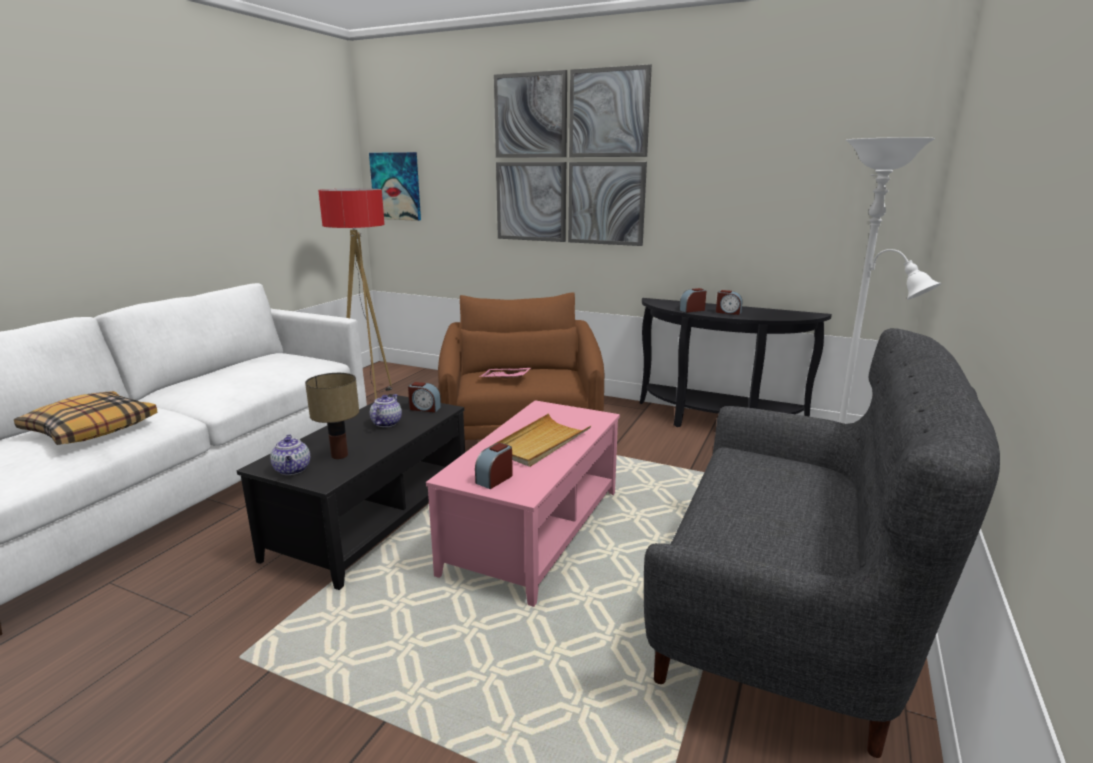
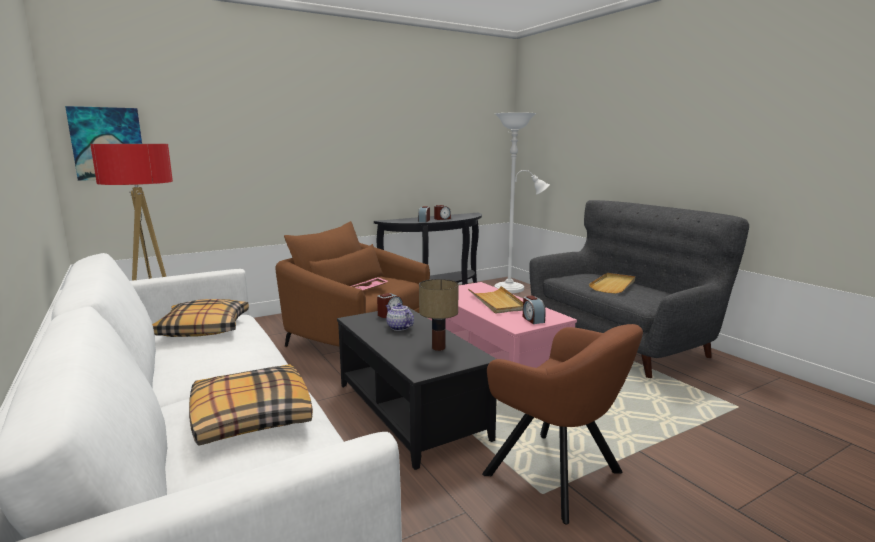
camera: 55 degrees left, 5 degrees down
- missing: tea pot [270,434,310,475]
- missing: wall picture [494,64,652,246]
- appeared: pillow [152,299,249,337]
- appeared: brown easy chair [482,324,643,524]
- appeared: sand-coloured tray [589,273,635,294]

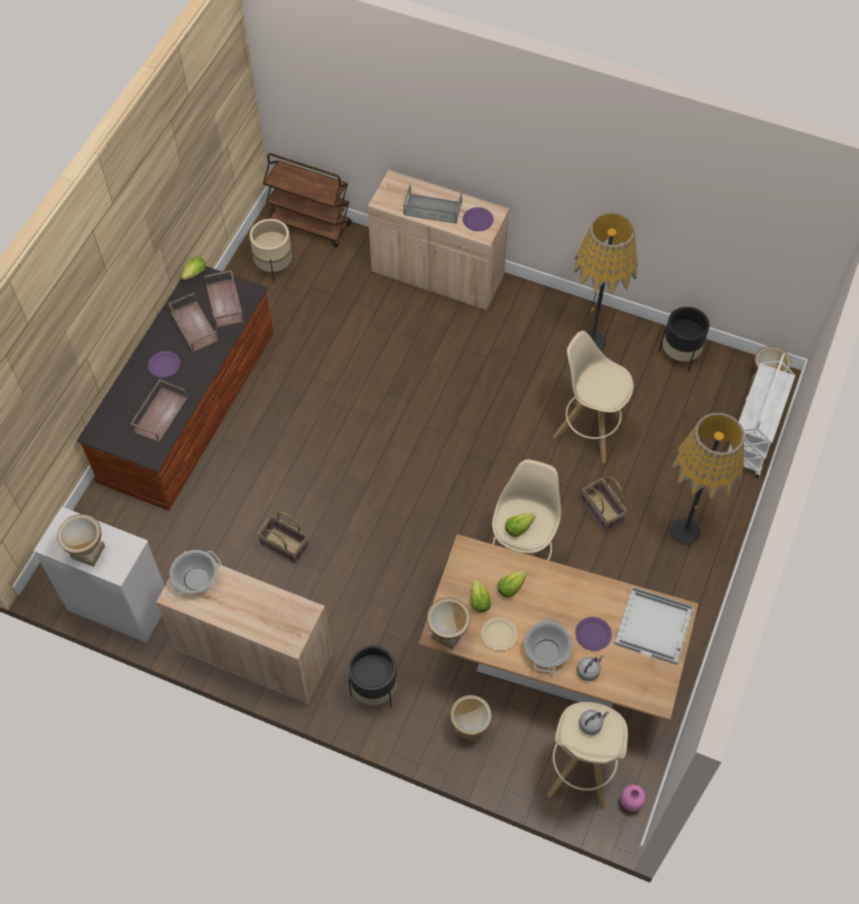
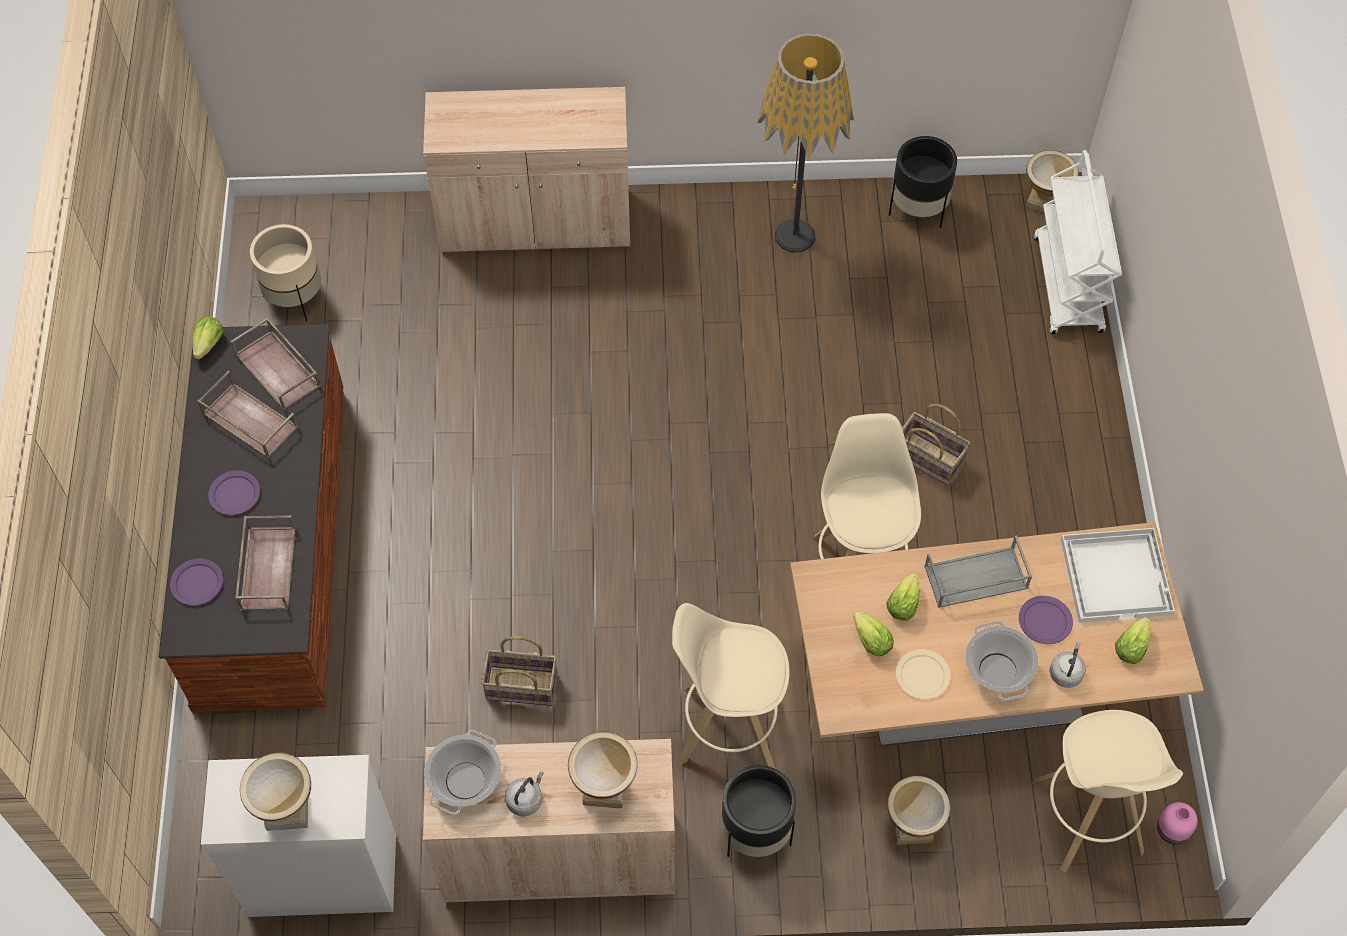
camera: 25 degrees left, 0 degrees up
- missing: brown cart [263,153,352,248]
- relocated: grey tray [403,185,462,224] to [924,535,1032,608]
- relocated: decorative vase [427,598,471,650] to [568,732,638,808]
- relocated: purple flat dish [463,207,494,231] to [170,558,223,606]
- relocated: lettuce head [505,513,536,537] to [1115,617,1151,664]
- relocated: sand-coloured stool seat [553,331,634,463] to [672,603,790,769]
- relocated: grey water kettle [579,710,609,735] to [505,771,544,817]
- missing: standard lamp [670,413,745,545]

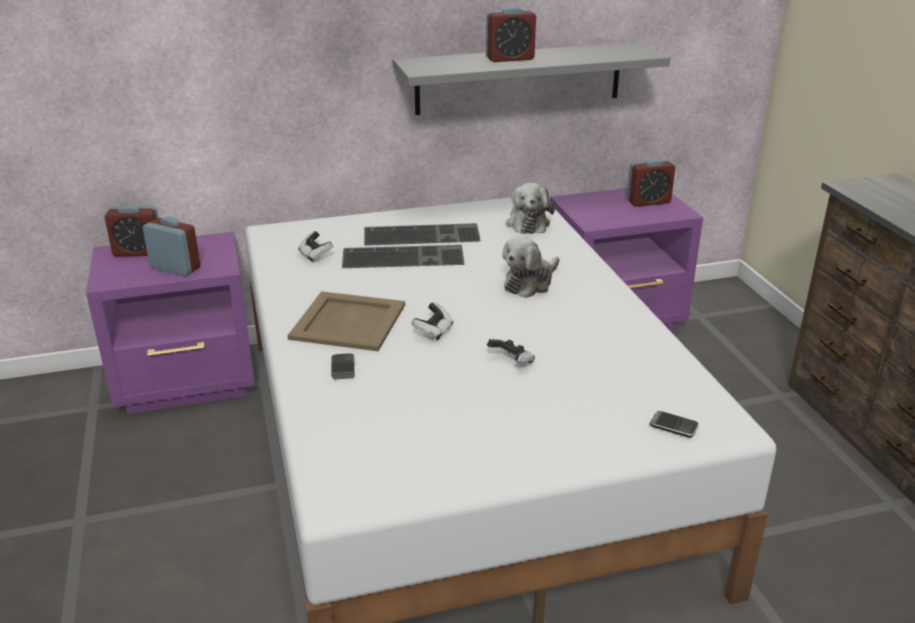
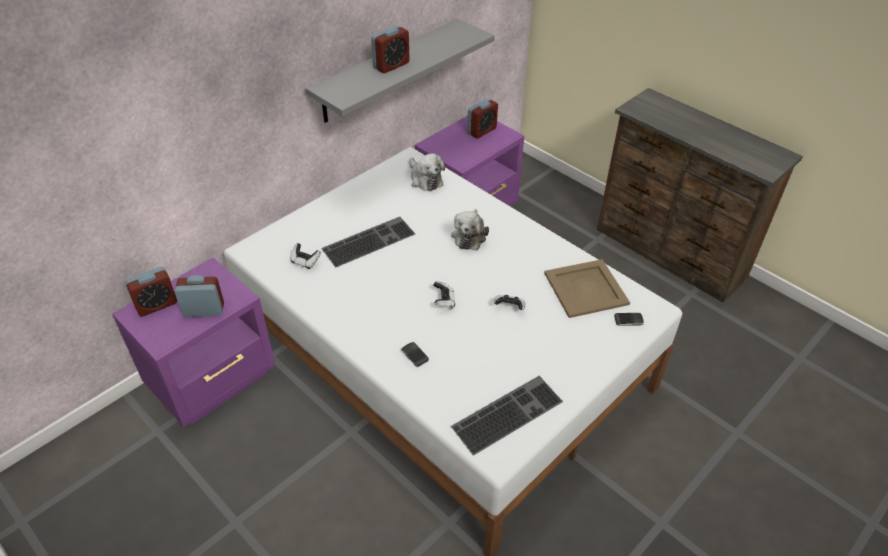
camera: 30 degrees left, 15 degrees up
- relocated: sand-coloured tray [287,291,405,351] to [544,259,630,318]
- relocated: keyboard [364,223,481,246] to [451,376,563,456]

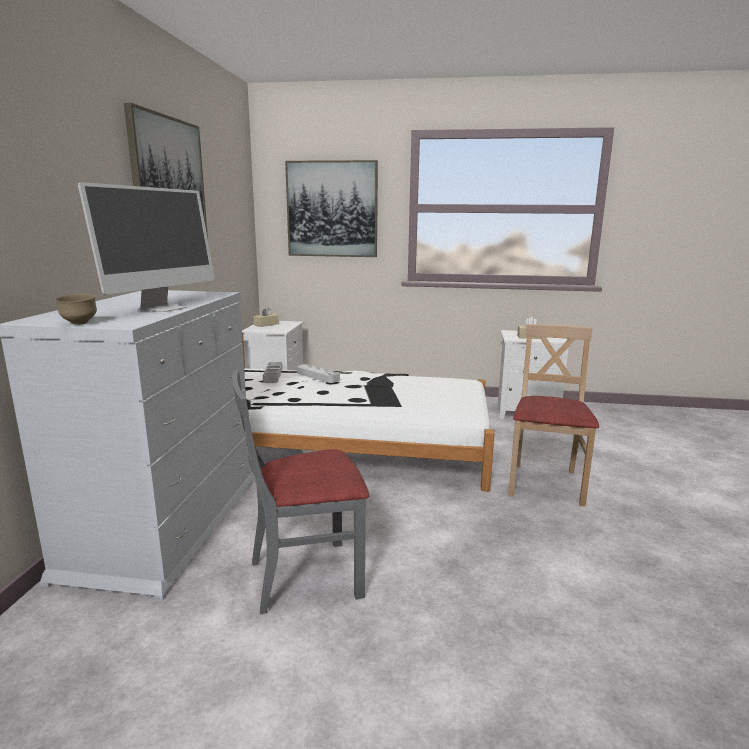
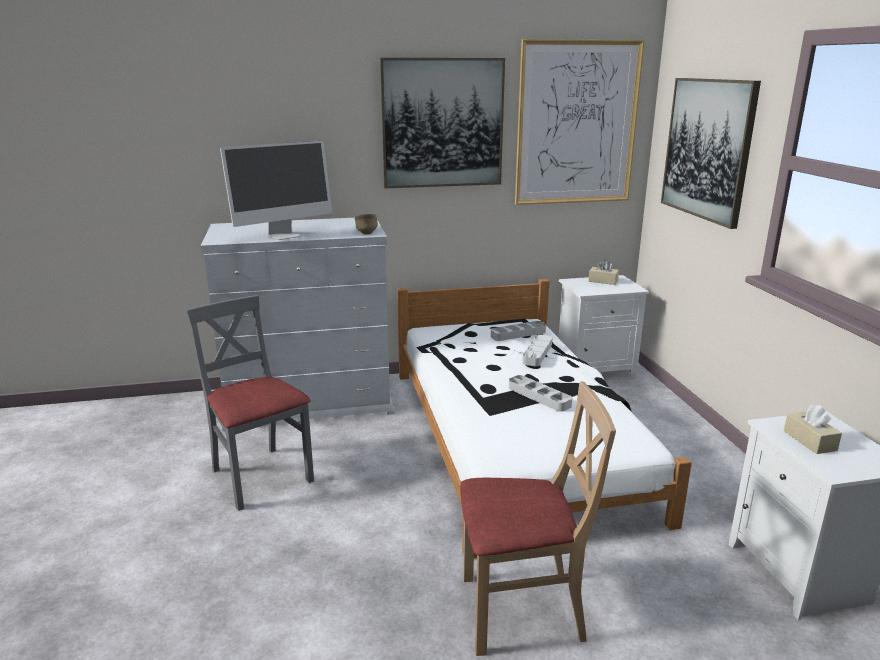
camera: 70 degrees right, 5 degrees up
- relocated: brown bowl [55,294,97,325] to [354,214,378,235]
- spun: computer screen [78,182,215,312] = [220,141,332,240] 45 degrees counterclockwise
- appeared: grey tray [509,375,572,412]
- appeared: wall picture [515,39,645,205]

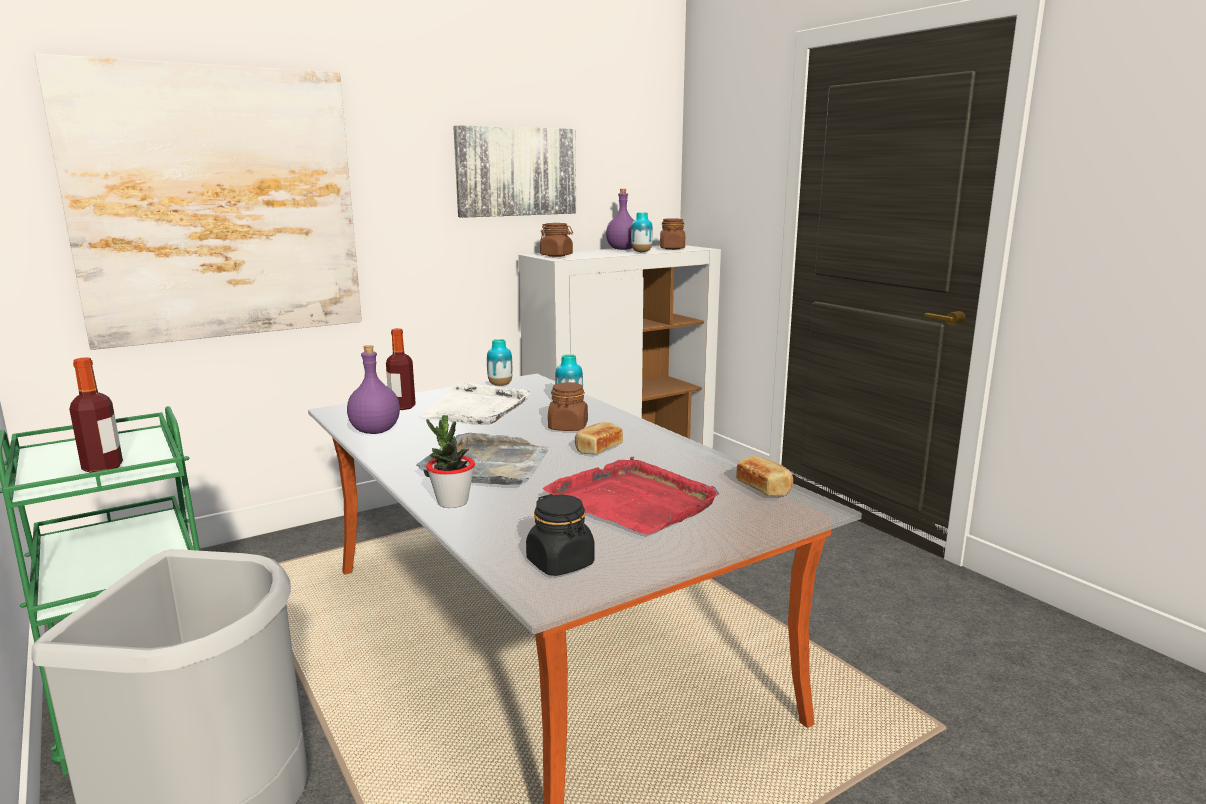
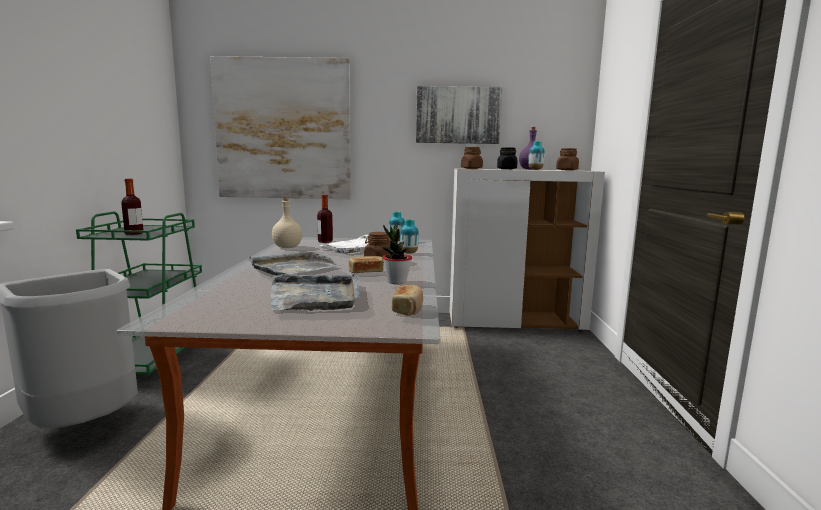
camera: 35 degrees right, 5 degrees down
- colour: purple beverage bottle [347,345,400,434] to sand-coloured beverage bottle [272,197,302,248]
- relocated: potted plant [426,415,475,508] to [382,225,412,284]
- relocated: black-coloured storage jar [526,494,595,576] to [497,147,518,169]
- colour: red-coloured tray [543,457,720,535] to grey tray [271,274,360,311]

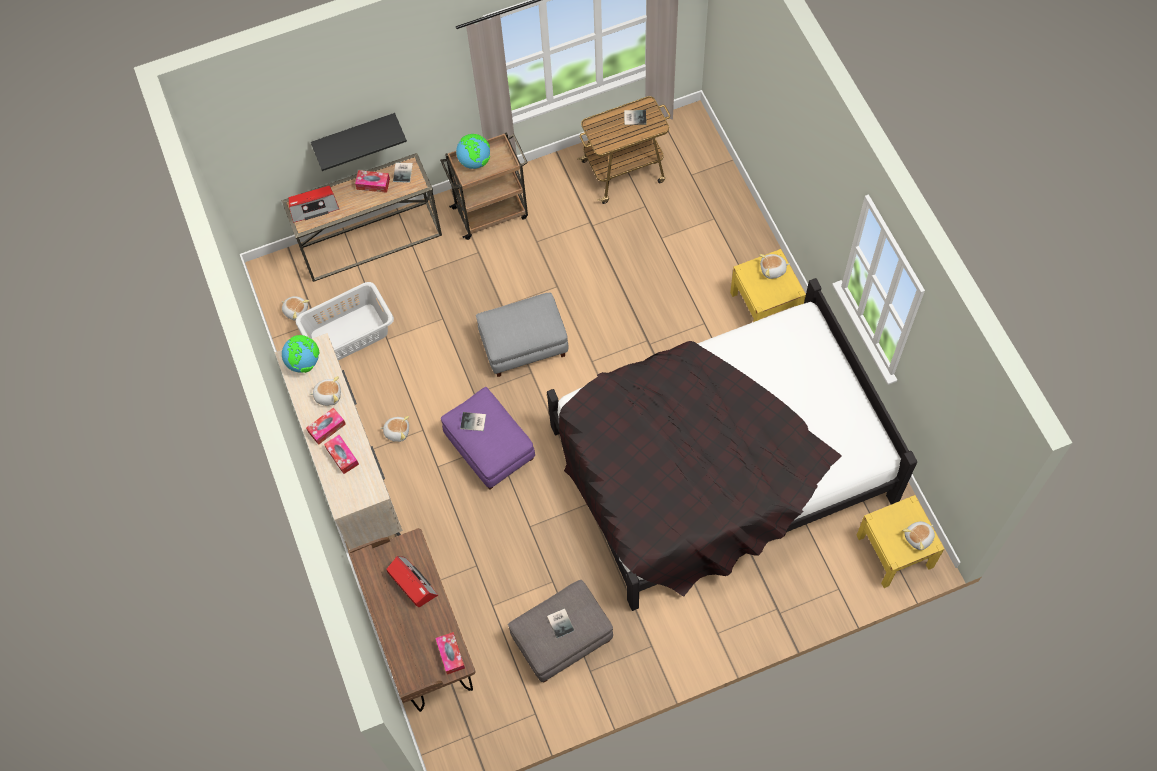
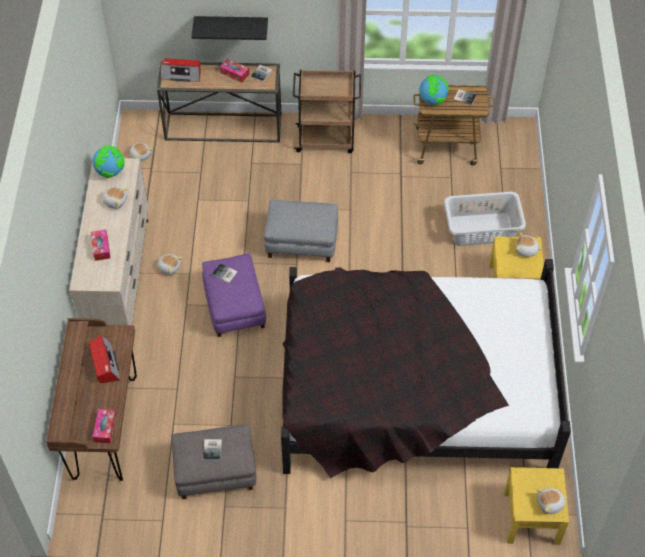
camera: 20 degrees right, 10 degrees down
- relocated: grey hamper [296,282,394,360] to [444,192,526,246]
- missing: tissue holder [306,408,346,445]
- relocated: desk globe [456,134,490,169] to [419,75,449,105]

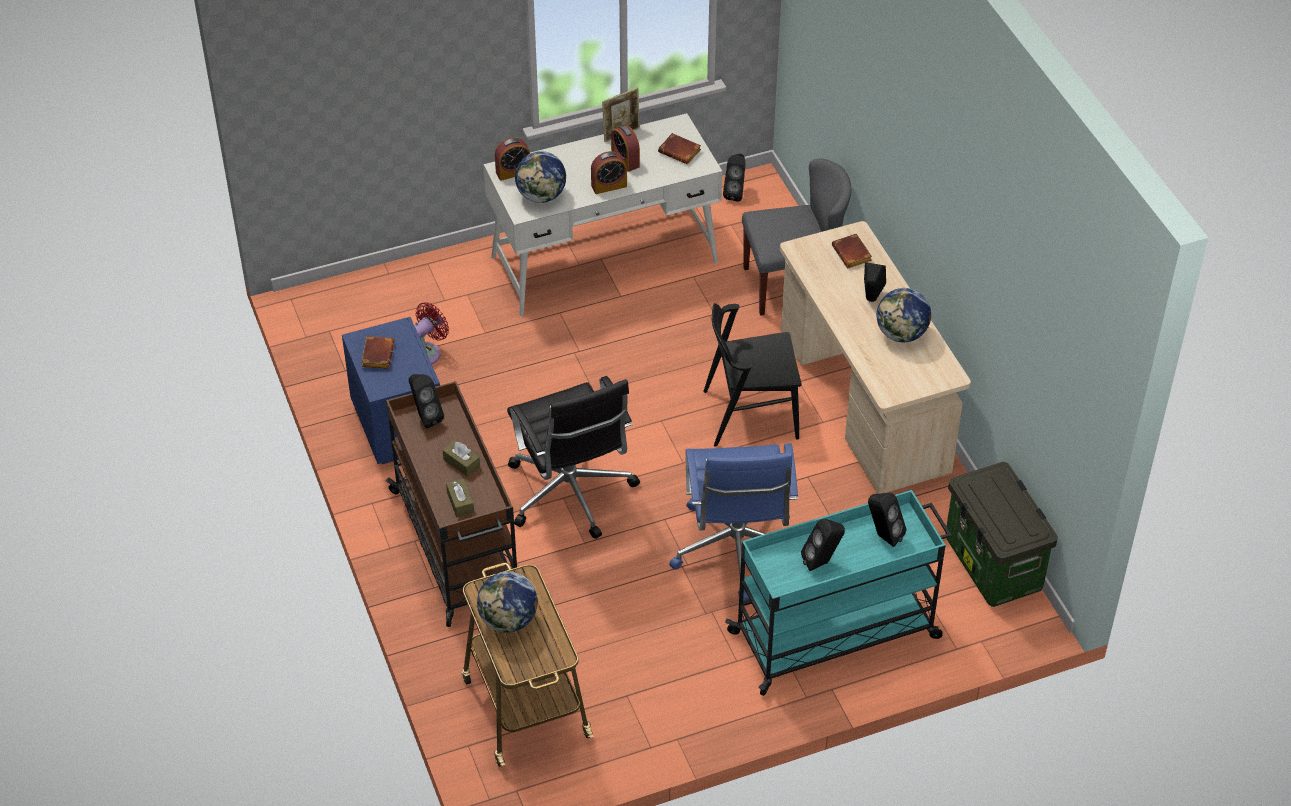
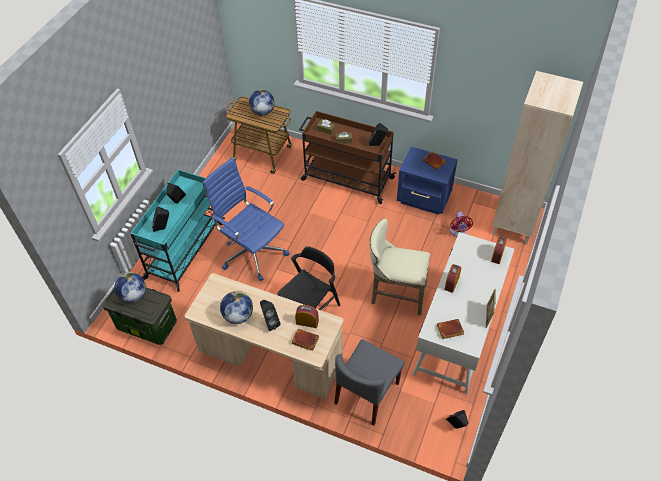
camera: 135 degrees right, 5 degrees up
- missing: black-coloured desk chair [507,376,640,539]
- relocated: desk globe [515,151,566,203] to [114,272,146,303]
- relocated: bedside clock [611,125,640,172] to [295,305,319,328]
- appeared: sand-coloured stool seat [369,218,430,316]
- appeared: sand-coloured bookshelf [492,71,583,244]

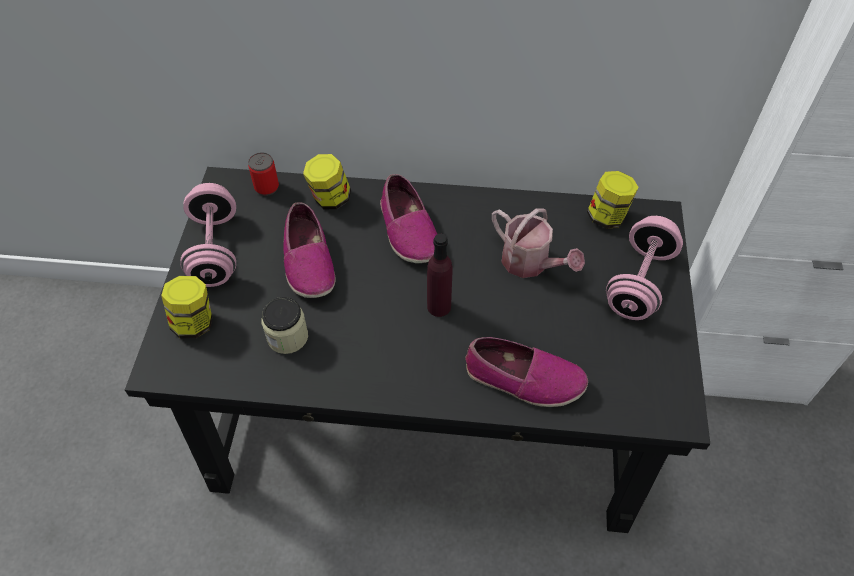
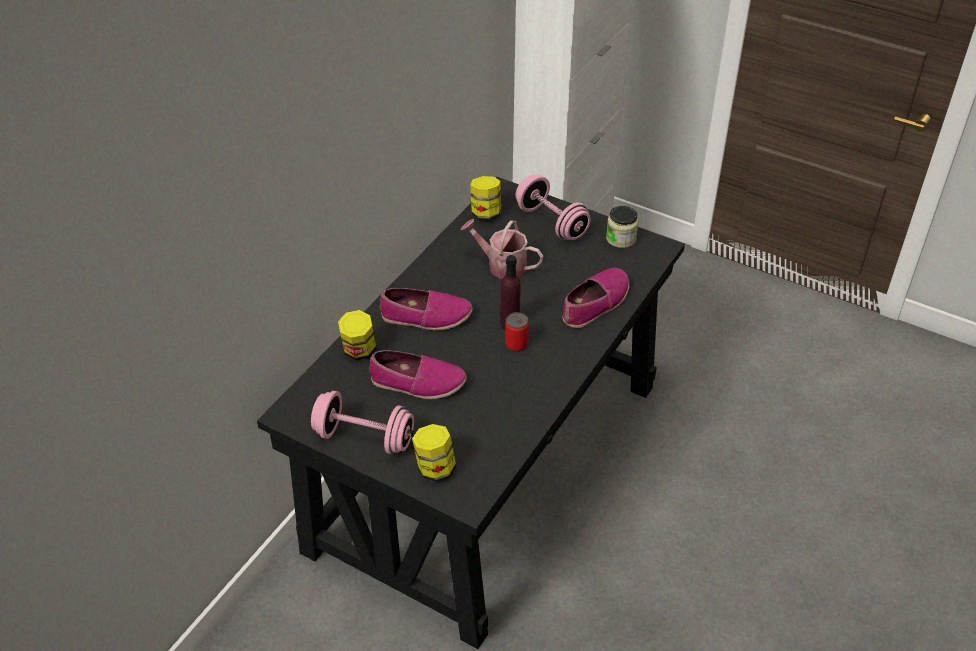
camera: 65 degrees left, 10 degrees down
- relocated: can [248,152,279,196] to [505,312,529,352]
- relocated: storage jar [262,297,308,354] to [606,206,638,248]
- spun: watering can [492,208,585,278] = [461,219,543,279] 135 degrees counterclockwise

